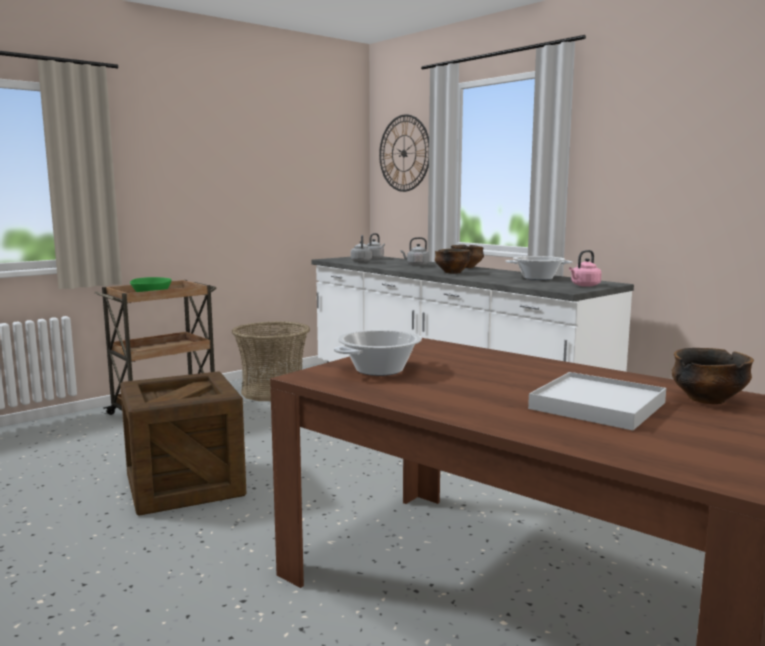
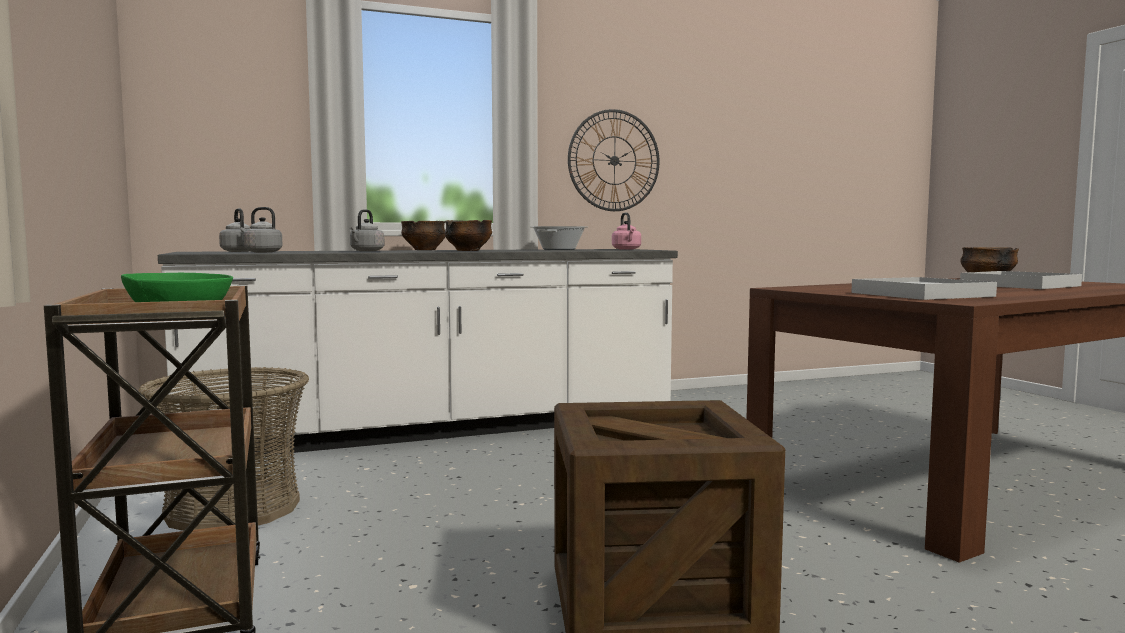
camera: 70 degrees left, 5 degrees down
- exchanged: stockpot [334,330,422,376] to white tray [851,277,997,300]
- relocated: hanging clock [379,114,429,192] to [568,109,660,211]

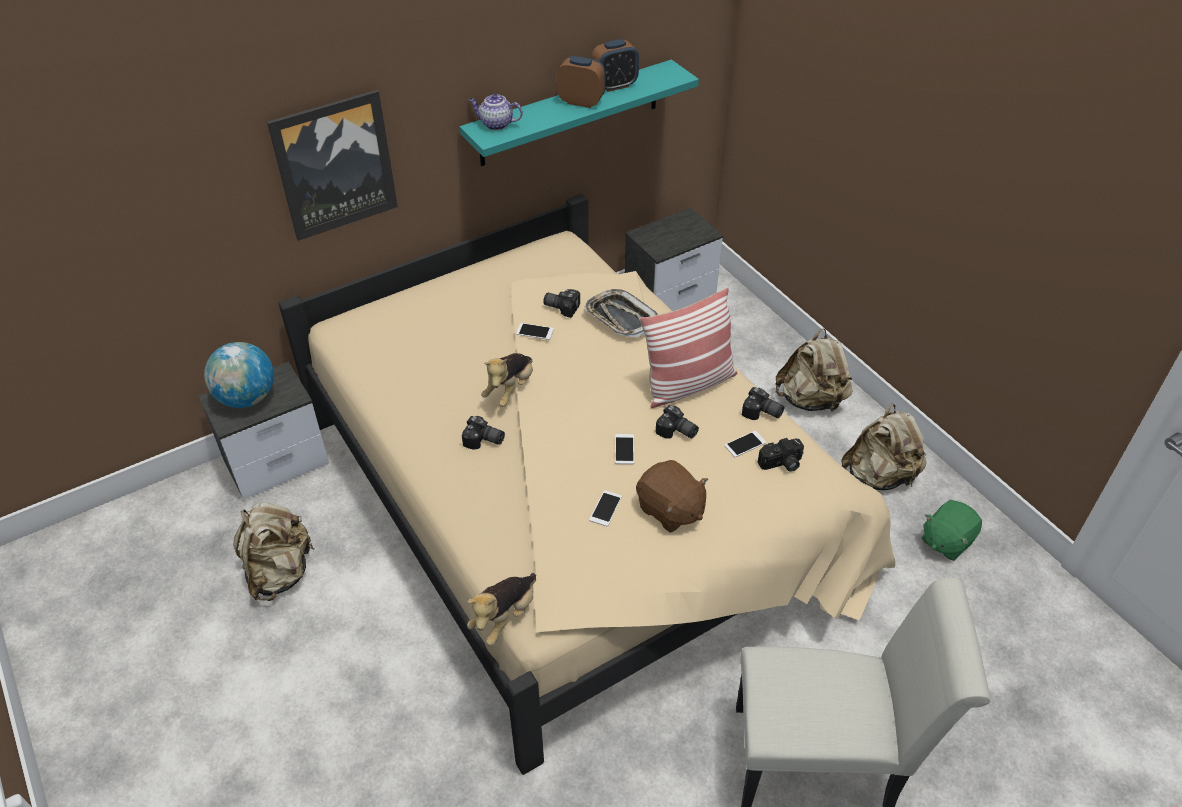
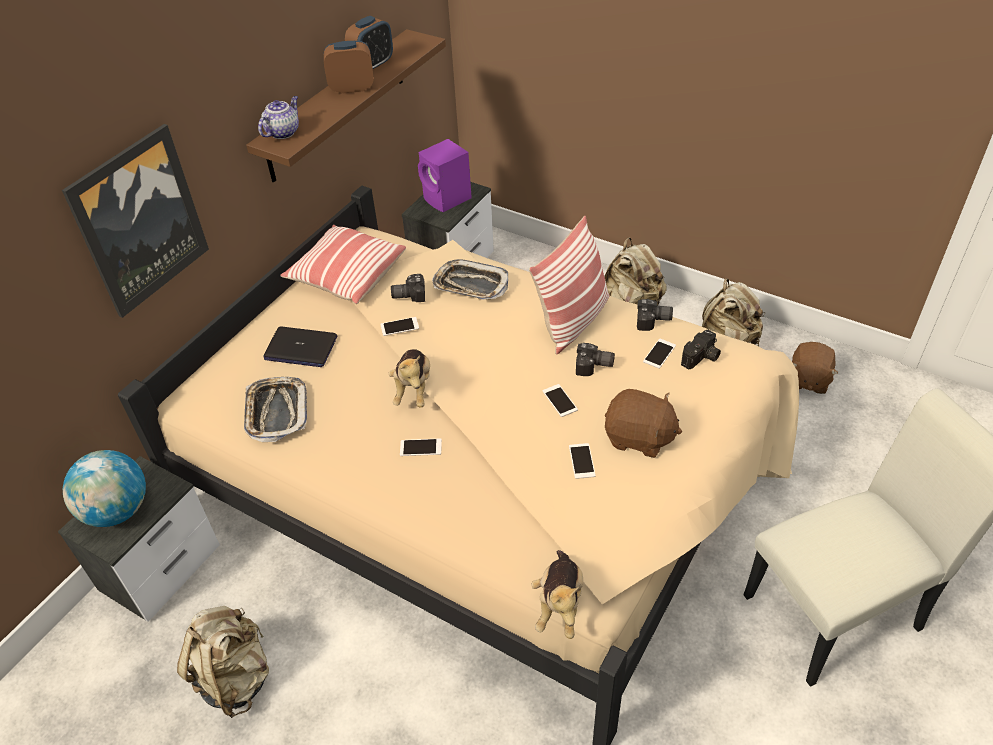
camera: 25 degrees left, 0 degrees up
- colour: turquoise-coloured bracket shelf [460,60,699,166] to brown bracket shelf [246,29,446,183]
- exchanged: still camera [462,416,505,450] to phone [400,438,442,456]
- spun: tea pot [469,94,523,130] = [258,96,299,139] 135 degrees clockwise
- colour: green cuddly toy [921,500,982,561] to brown cuddly toy [792,342,838,394]
- appeared: tray [244,377,307,442]
- appeared: laptop [263,327,337,367]
- appeared: pillow [280,225,406,304]
- appeared: purple speaker [418,139,472,212]

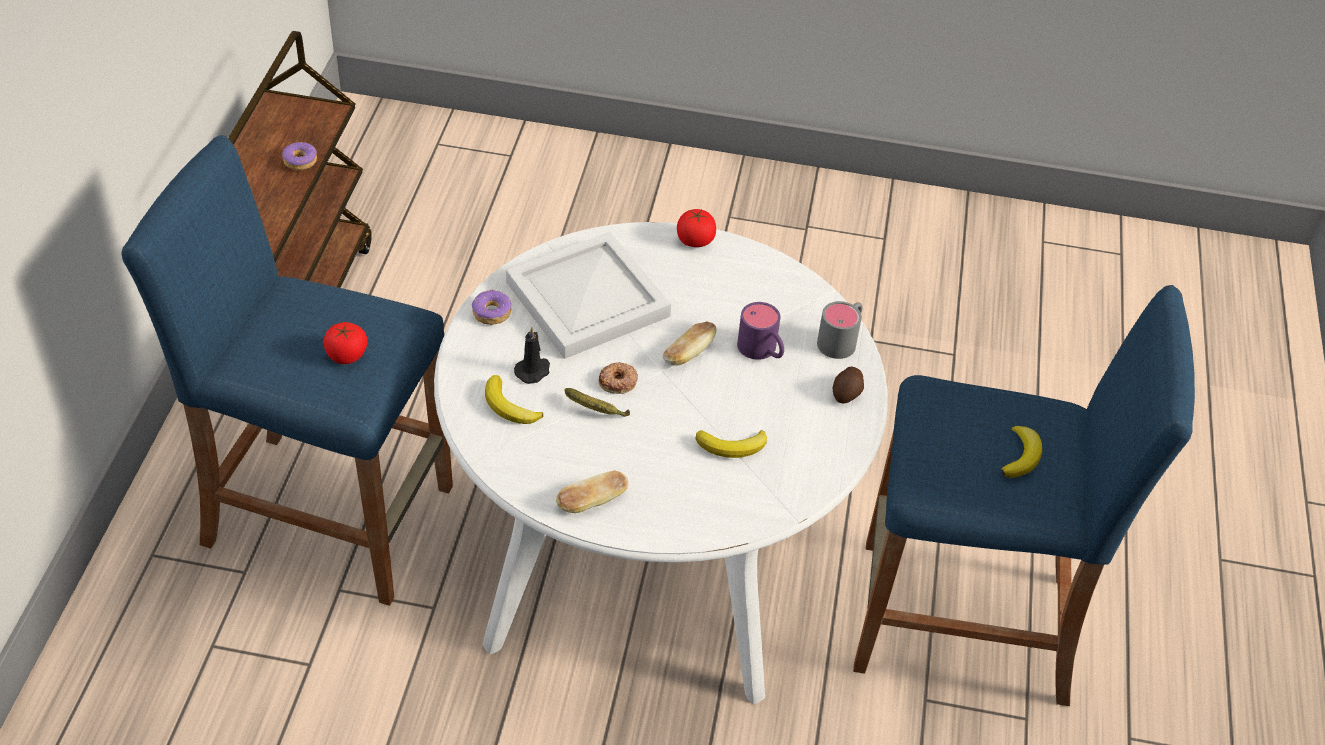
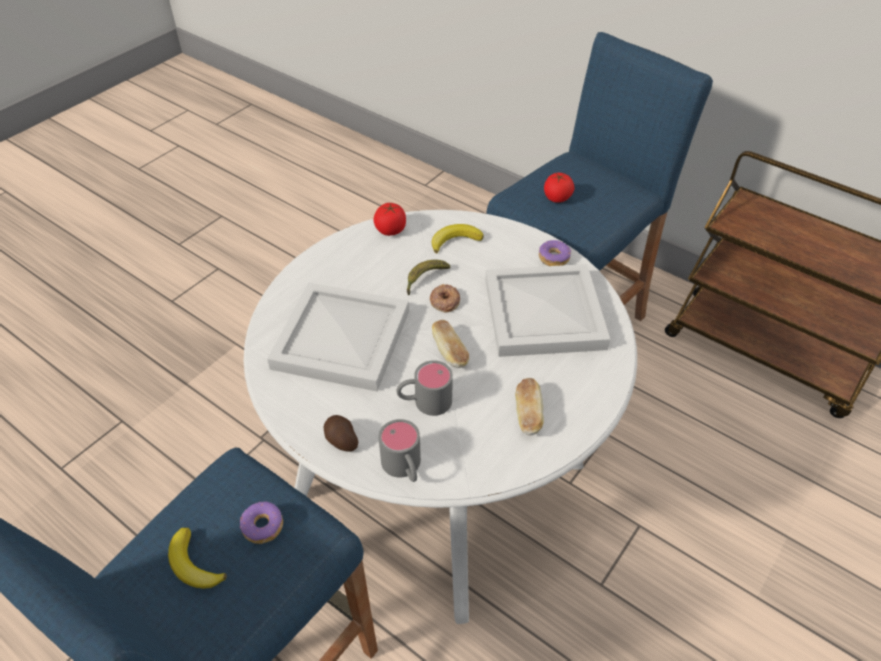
camera: 120 degrees right, 0 degrees up
- relocated: ring doughnut [282,142,317,170] to [240,502,283,544]
- missing: black-coloured wax candle [514,327,550,384]
- relocated: bakery bread [556,470,629,513] to [515,378,544,435]
- relocated: fresh tomato [677,209,716,247] to [373,203,406,236]
- exchanged: banana [696,430,767,458] to white tray [267,282,409,392]
- colour: purple tea mug [737,302,784,360] to grey tea mug [396,360,453,416]

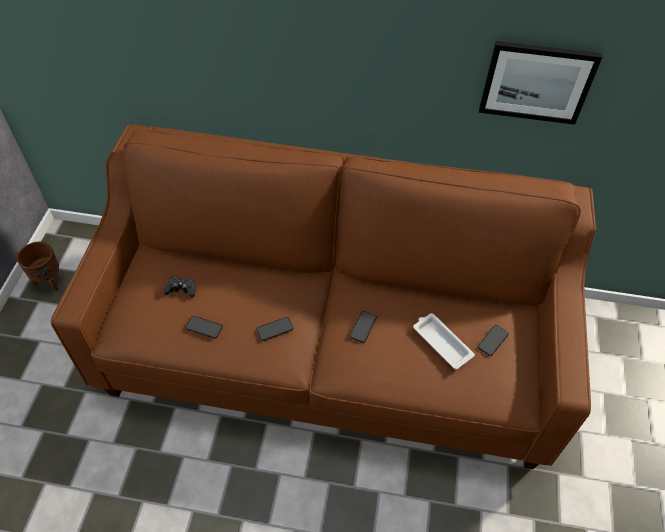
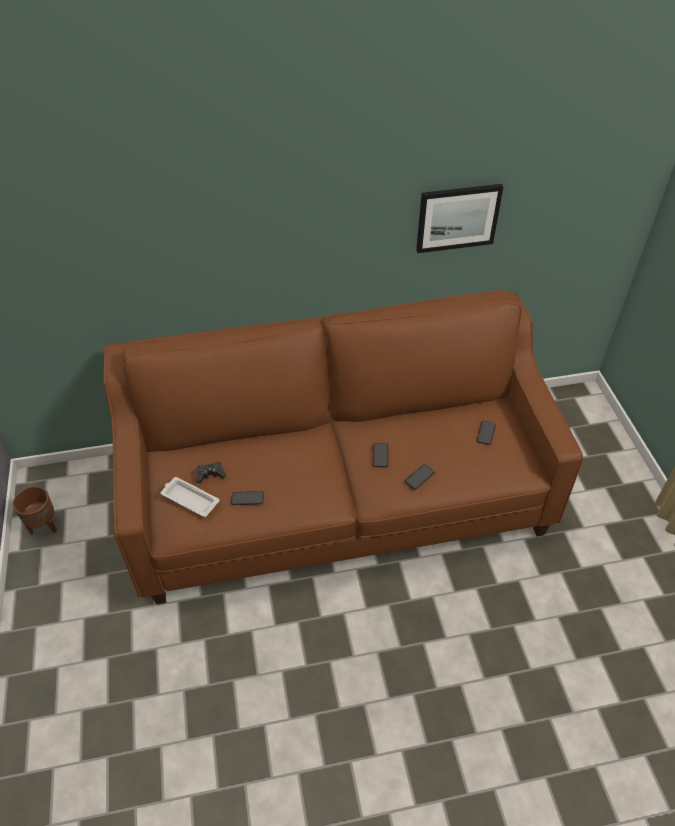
camera: 20 degrees left, 5 degrees down
- relocated: phone [256,317,293,341] to [405,464,435,490]
- relocated: white tray [413,313,475,370] to [161,477,220,517]

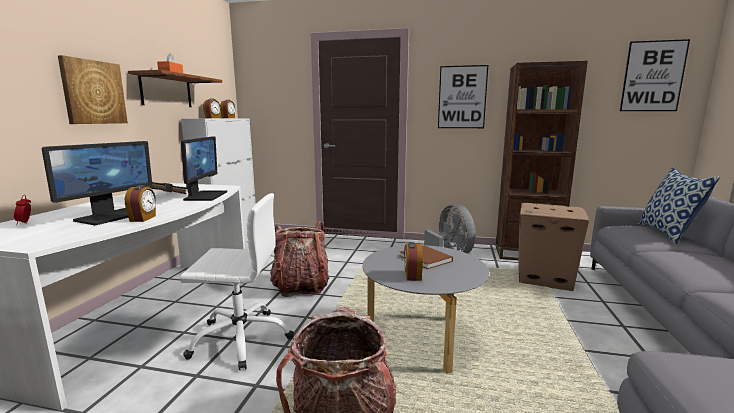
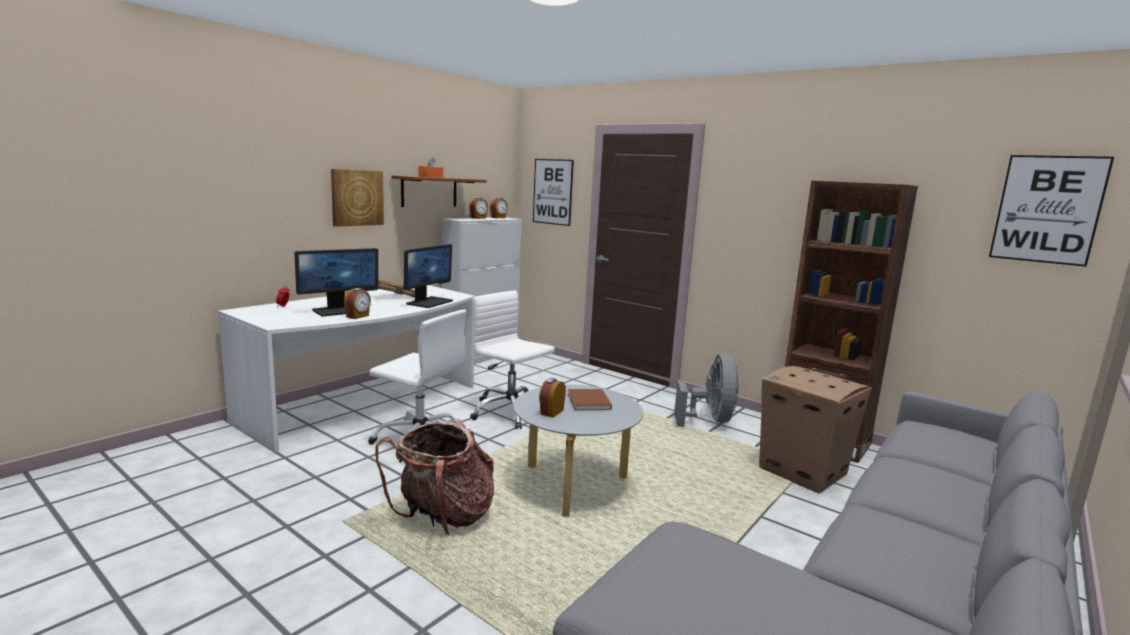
camera: 25 degrees right, 0 degrees up
- exchanged: backpack [270,221,329,297] to white desk chair [470,290,555,429]
- relocated: wall picture [438,65,488,128] to [533,159,574,226]
- missing: pillow [638,167,720,244]

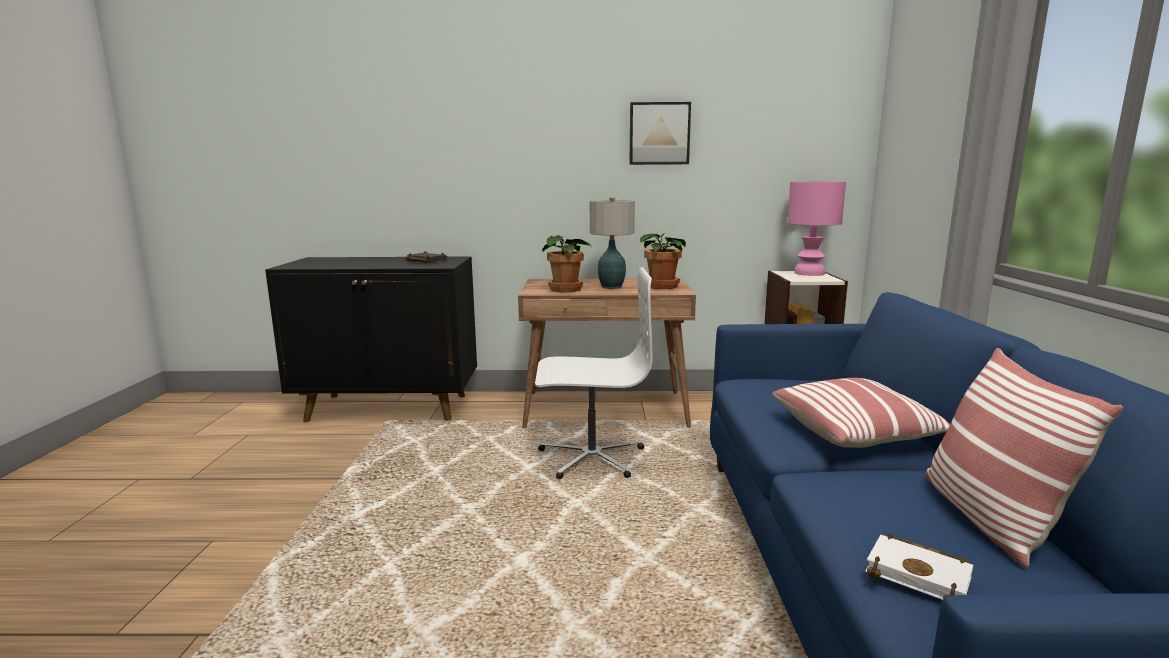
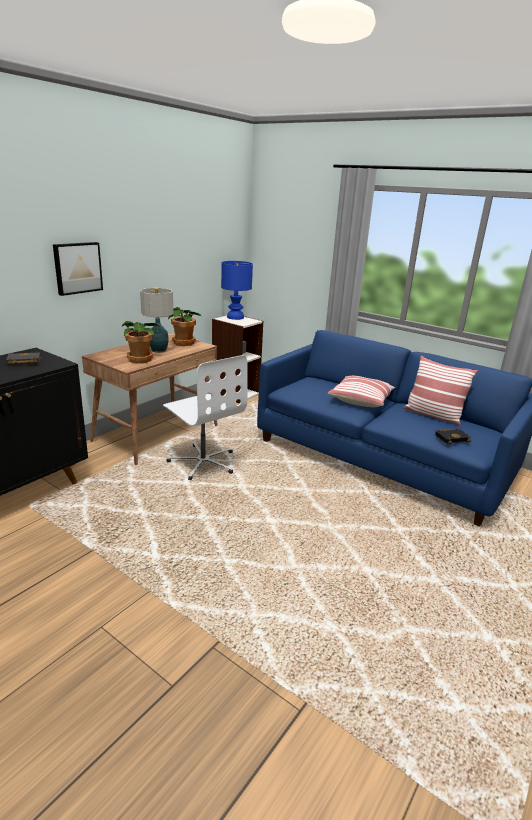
camera: 55 degrees left, 10 degrees up
- spun: white desk chair [535,267,652,479] = [163,355,248,480] 105 degrees clockwise
- relocated: wall picture [629,102,691,165] to [53,242,103,296]
- colour: pinkish table lamp [787,181,846,276] to bluish table lamp [221,261,253,320]
- colour: white bound book [865,533,973,600] to black-coloured bound book [435,428,471,444]

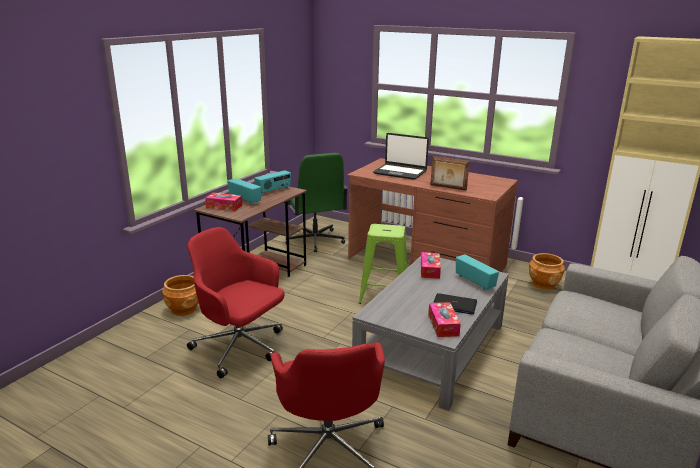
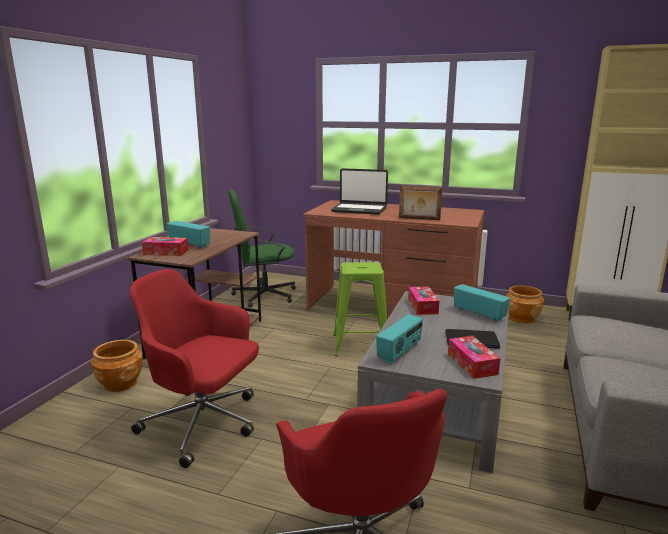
camera: 10 degrees left, 5 degrees down
- relocated: radio receiver [254,170,291,195] to [376,314,423,364]
- spun: green desk chair [286,153,348,252] = [228,190,296,307] 105 degrees clockwise

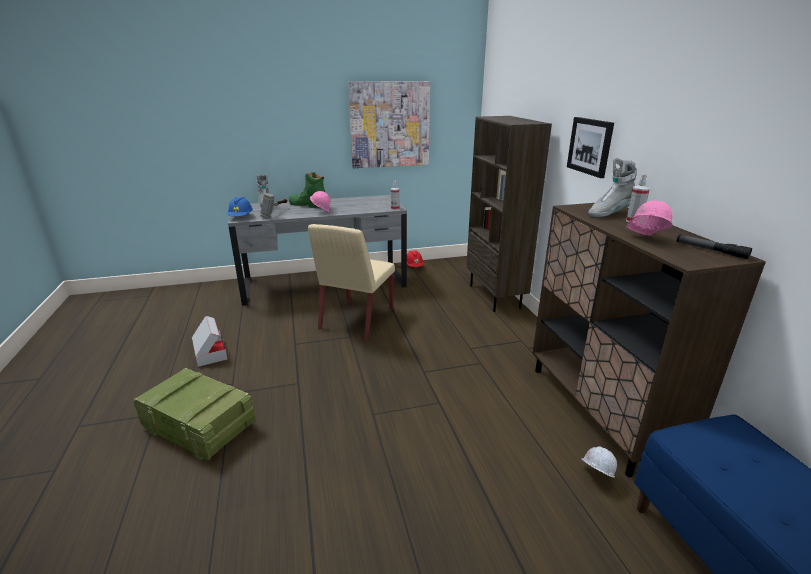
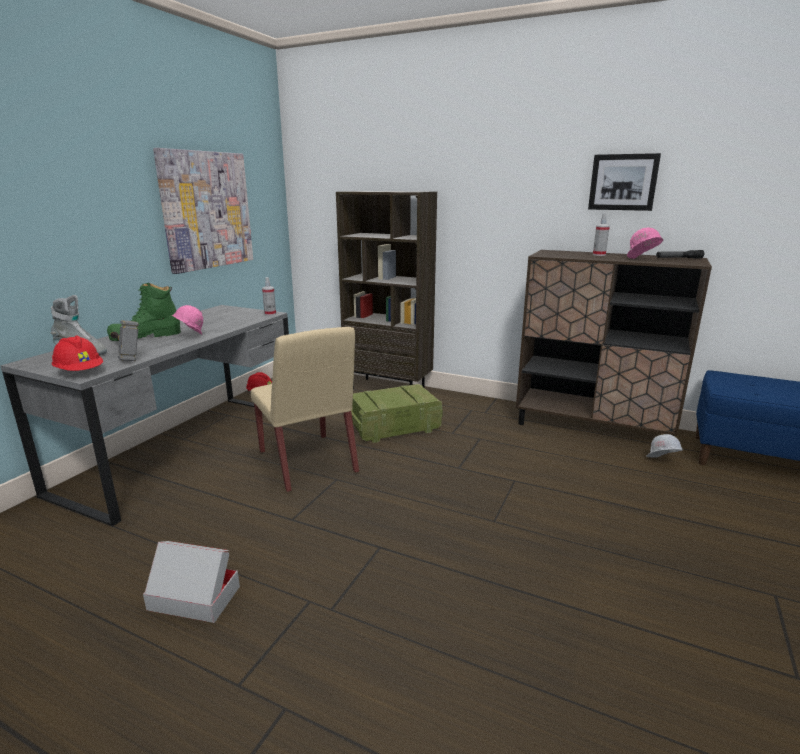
camera: 50 degrees left, 5 degrees down
- relocated: packing crate [133,368,256,460] to [351,384,443,443]
- colour: bluish hard hat [227,197,253,217] to red-coloured hard hat [52,336,103,371]
- relocated: wall picture [567,117,614,178] to [588,153,661,211]
- missing: grey high-top boot [588,158,637,217]

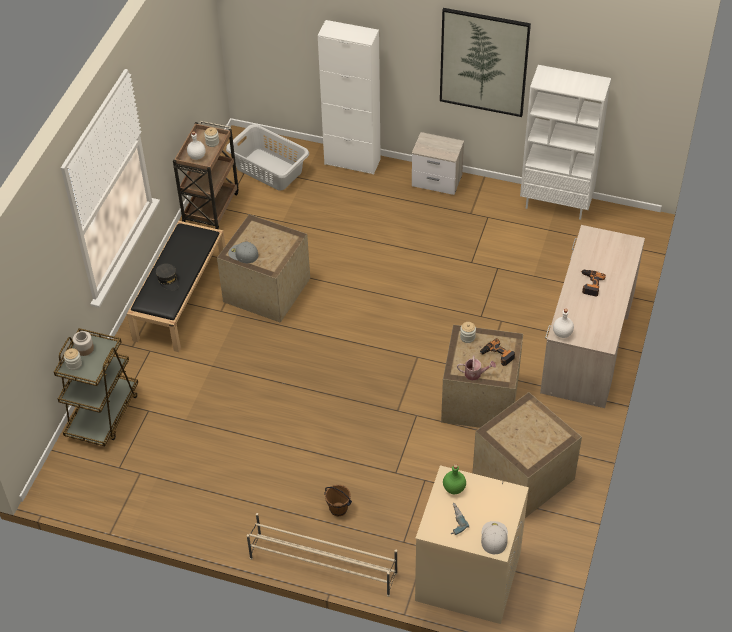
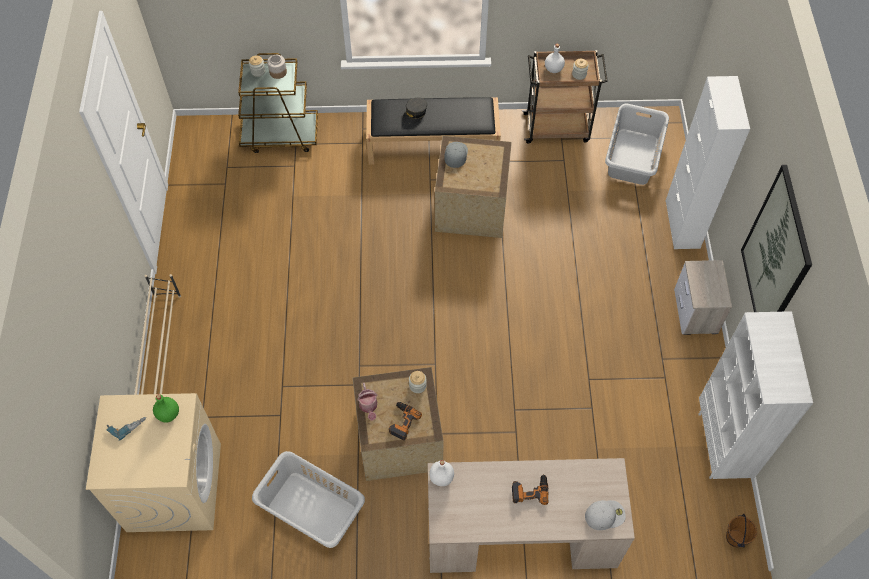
camera: 70 degrees right, 10 degrees up
- relocated: brown water bucket [324,485,352,516] to [726,514,757,547]
- exchanged: packing crate [473,392,582,518] to grey hamper [252,451,365,548]
- relocated: white cap [481,521,508,554] to [585,500,626,530]

